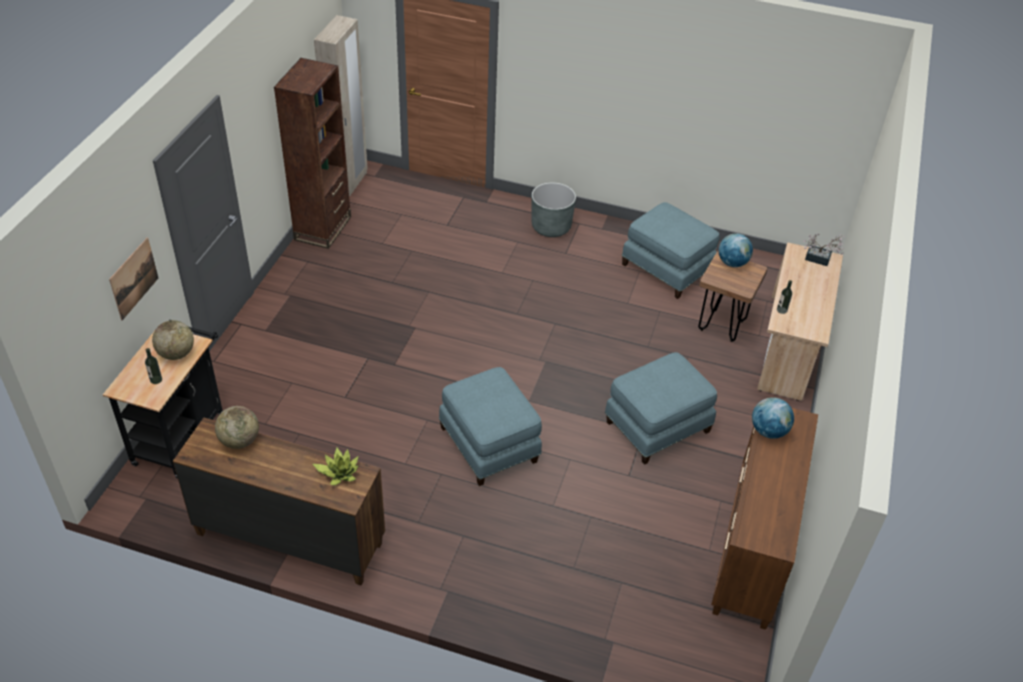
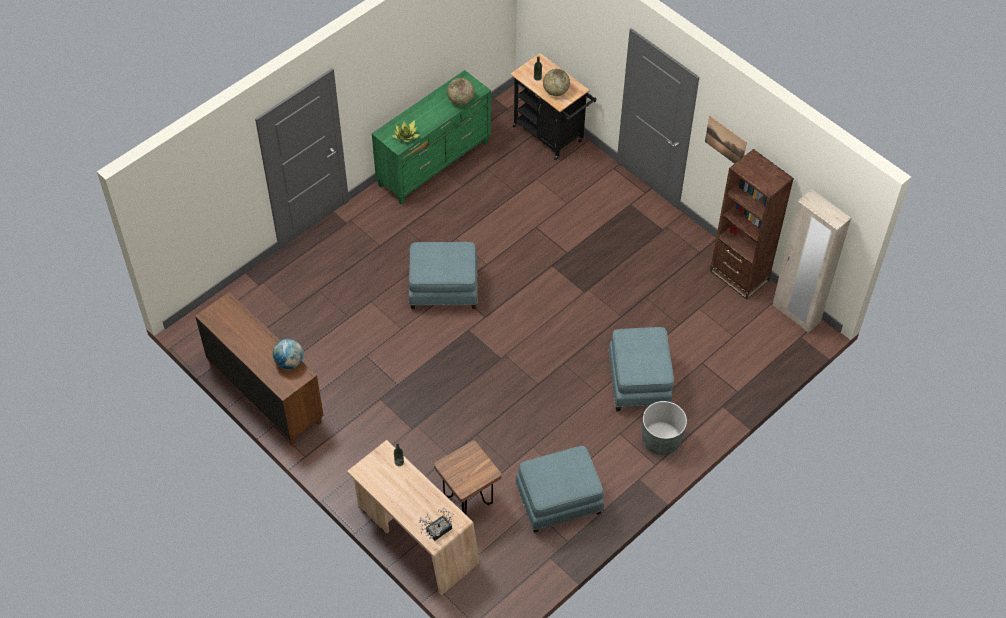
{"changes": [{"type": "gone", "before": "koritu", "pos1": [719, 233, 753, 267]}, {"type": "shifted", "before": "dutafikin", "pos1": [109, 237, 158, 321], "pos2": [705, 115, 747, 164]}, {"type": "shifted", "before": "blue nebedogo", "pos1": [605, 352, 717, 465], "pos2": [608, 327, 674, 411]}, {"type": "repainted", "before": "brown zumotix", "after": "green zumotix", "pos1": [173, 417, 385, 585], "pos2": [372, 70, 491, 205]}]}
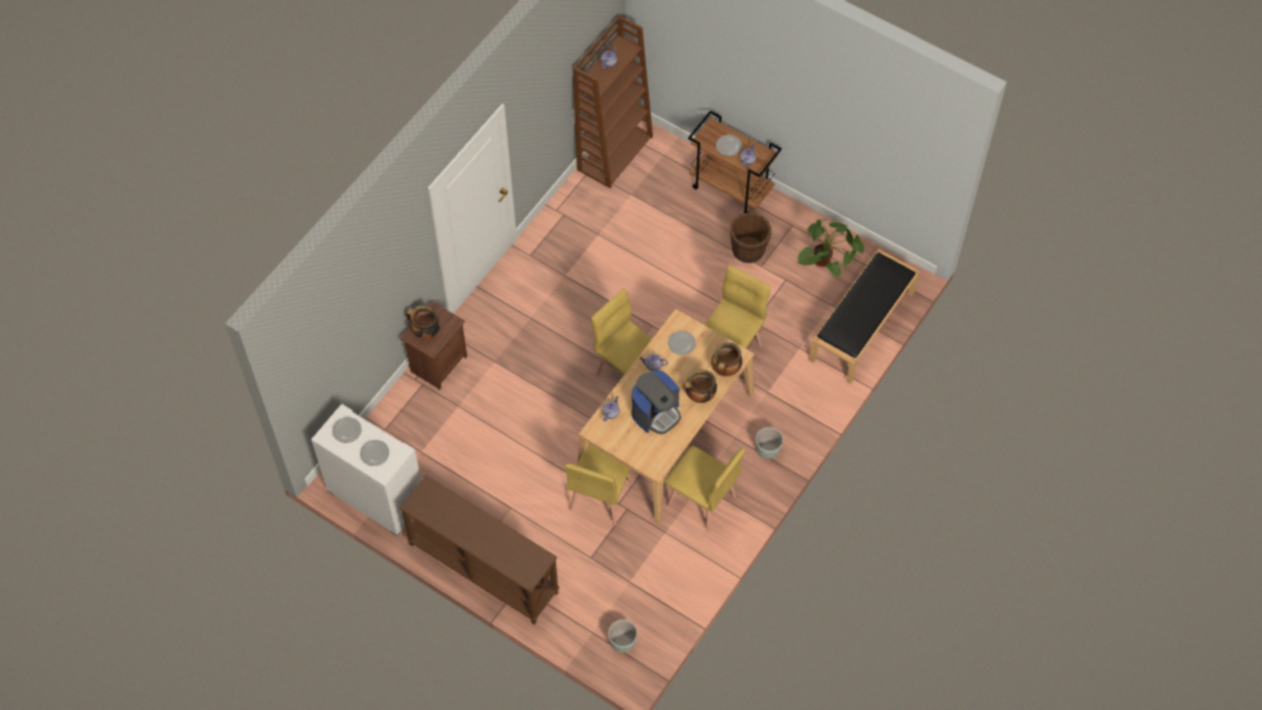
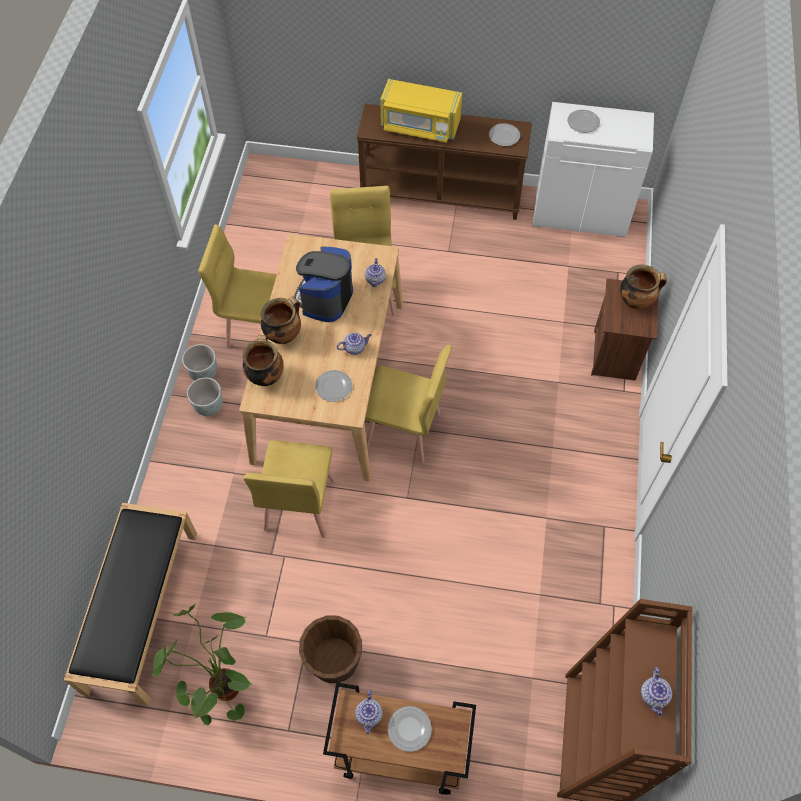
{"changes": [{"type": "new", "after": "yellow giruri", "pos2": [380, 79, 462, 143]}, {"type": "shifted", "before": "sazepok", "pos1": [332, 417, 361, 443], "pos2": [489, 123, 520, 146]}, {"type": "shifted", "before": "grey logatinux", "pos1": [608, 620, 638, 653], "pos2": [182, 344, 217, 380]}]}
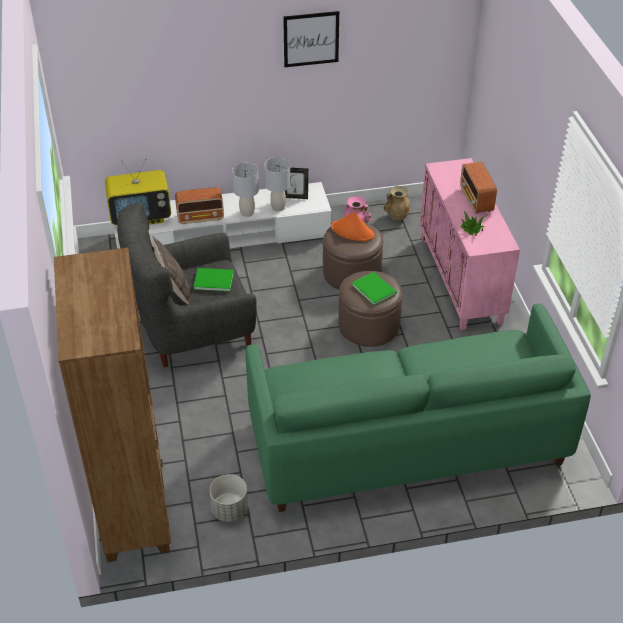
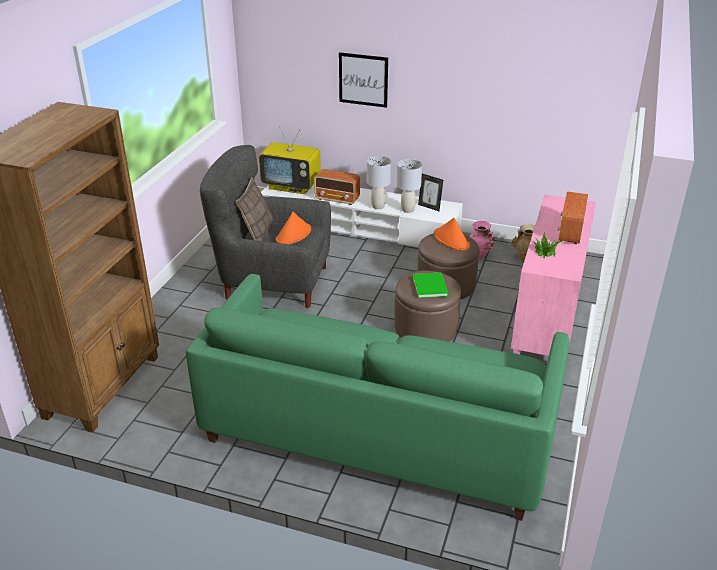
{"changes": [{"type": "gone", "before": "grey logatinux", "pos1": [210, 474, 248, 522]}, {"type": "shifted", "before": "dutafikin", "pos1": [283, 11, 339, 67], "pos2": [339, 52, 388, 108]}, {"type": "swapped", "before": "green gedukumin", "after": "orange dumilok", "pos1": [194, 268, 234, 291], "pos2": [276, 212, 311, 244]}]}
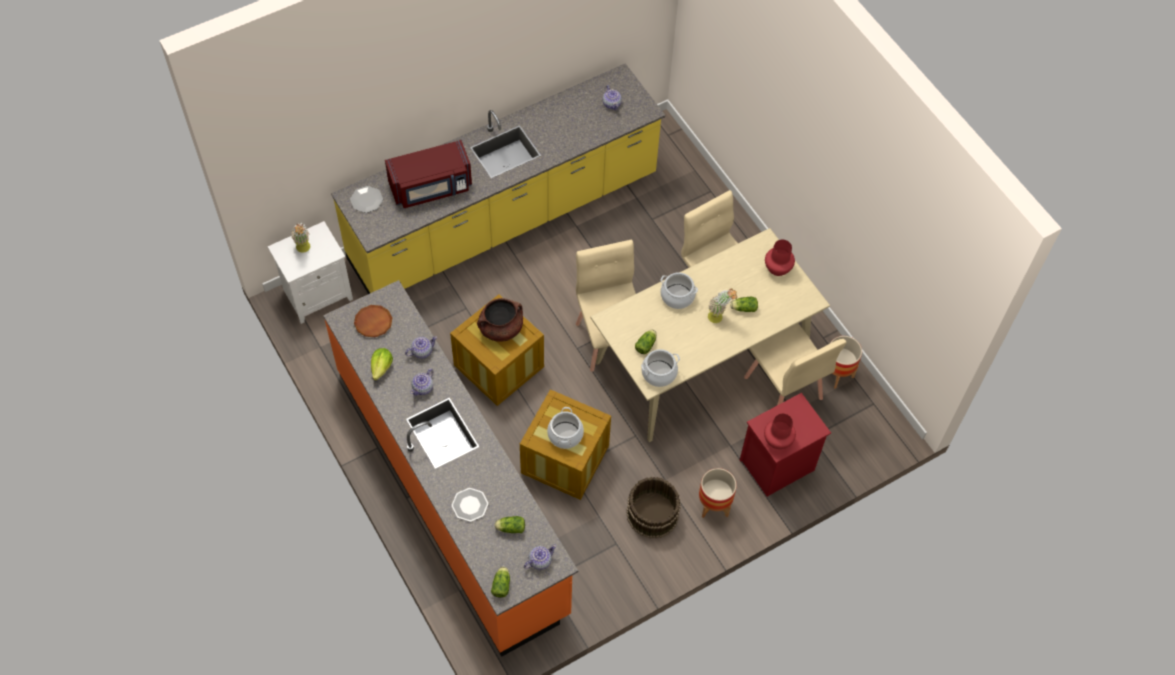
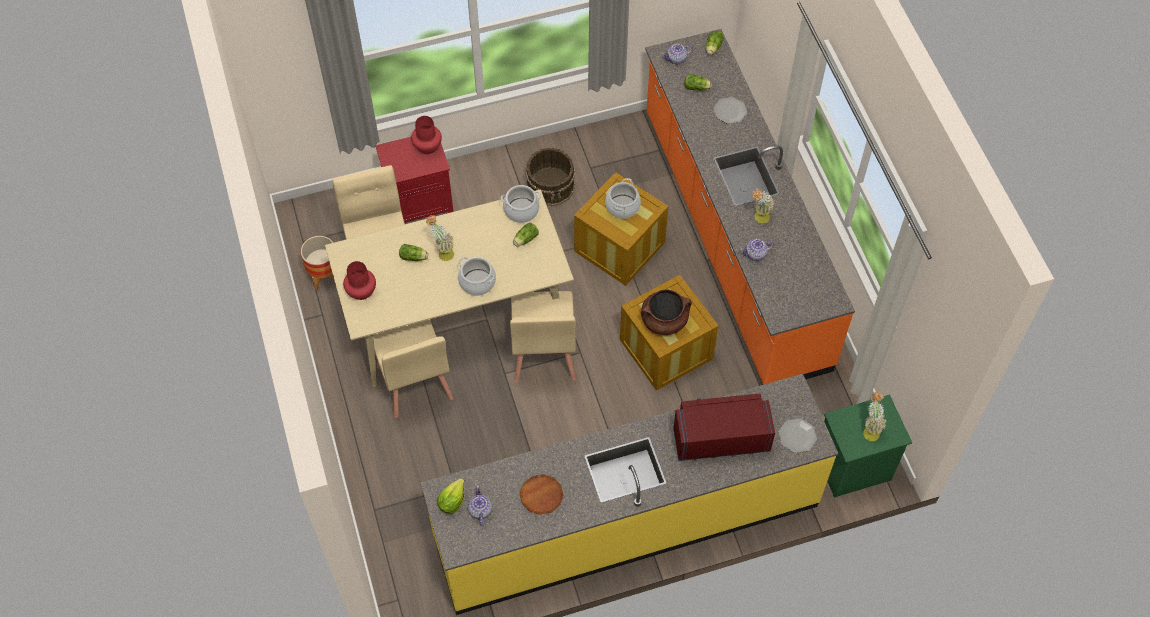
{"changes": [{"type": "gone", "before": "logatinux", "pos1": [699, 468, 737, 518]}, {"type": "shifted", "before": "brown sazepok", "pos1": [354, 305, 392, 337], "pos2": [520, 474, 563, 515]}, {"type": "shifted", "before": "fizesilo", "pos1": [371, 348, 393, 380], "pos2": [437, 478, 464, 514]}, {"type": "swapped", "before": "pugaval", "after": "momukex", "pos1": [411, 369, 434, 396], "pos2": [752, 188, 774, 223]}, {"type": "repainted", "before": "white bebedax", "after": "green bebedax", "pos1": [267, 221, 353, 324], "pos2": [824, 395, 912, 498]}]}
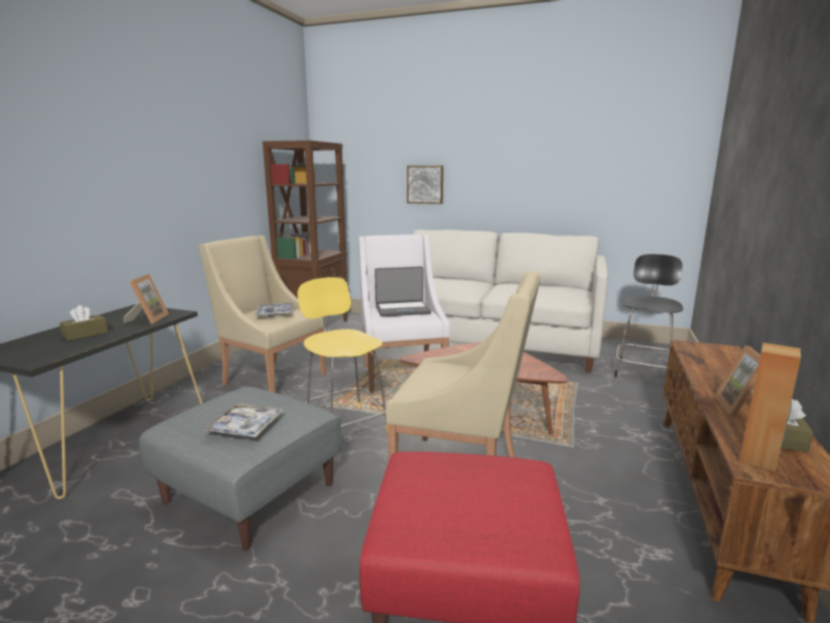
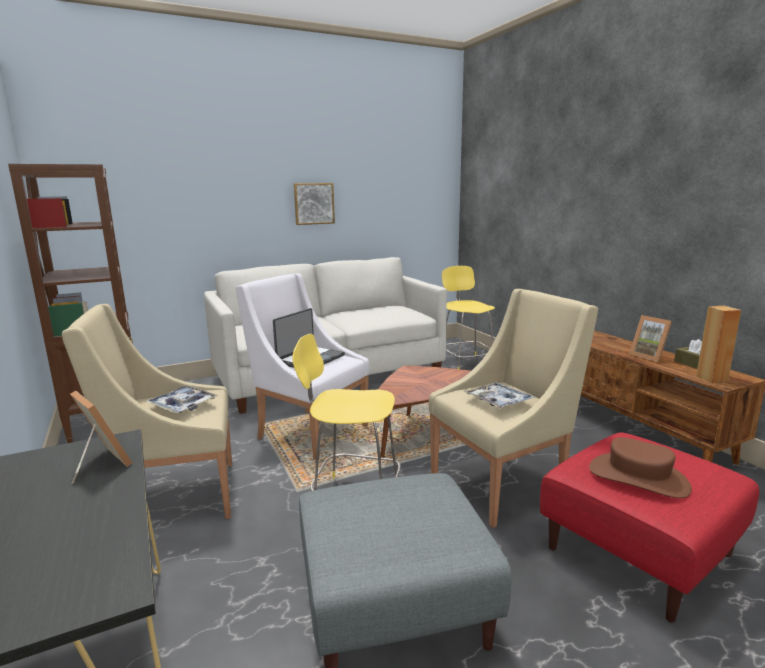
{"changes": [{"type": "gone", "before": "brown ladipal", "pos1": [60, 305, 108, 341]}, {"type": "new", "after": "brown dumilok", "pos2": [589, 437, 692, 498]}, {"type": "shifted", "before": "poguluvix", "pos1": [203, 403, 283, 438], "pos2": [464, 382, 535, 409]}, {"type": "shifted", "before": "dutafikin", "pos1": [407, 166, 443, 204], "pos2": [294, 183, 335, 225]}, {"type": "repainted", "before": "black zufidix", "after": "yellow zufidix", "pos1": [614, 254, 683, 377], "pos2": [442, 266, 495, 369]}]}
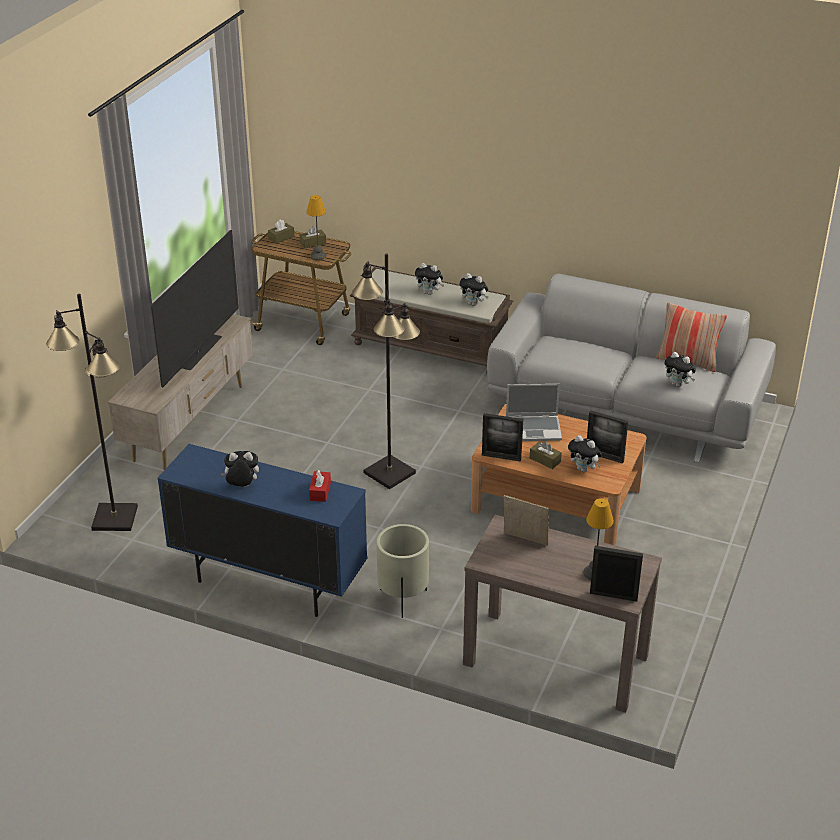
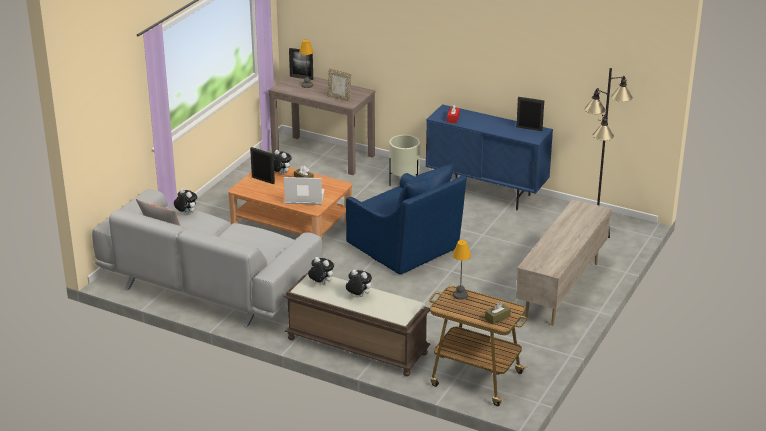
{"changes": [{"type": "gone", "before": "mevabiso", "pos1": [151, 230, 239, 387]}, {"type": "gone", "before": "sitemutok", "pos1": [221, 451, 259, 487]}, {"type": "gone", "before": "brown ladipal", "pos1": [300, 226, 326, 249]}, {"type": "shifted", "before": "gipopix", "pos1": [482, 413, 523, 462], "pos2": [516, 97, 544, 131]}, {"type": "swapped", "before": "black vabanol", "after": "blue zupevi", "pos1": [352, 254, 420, 489], "pos2": [346, 164, 467, 274]}]}
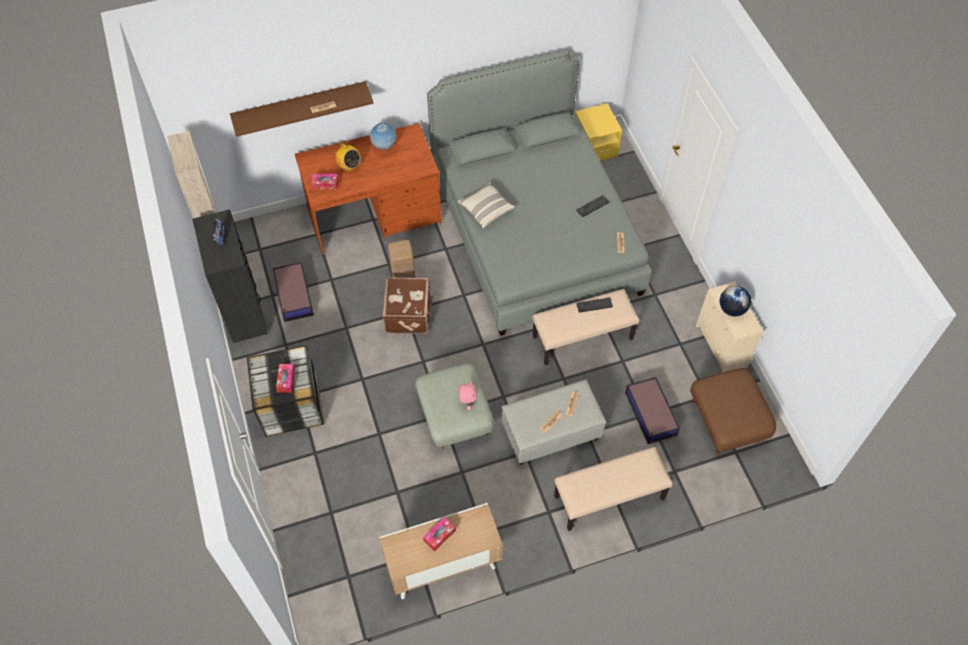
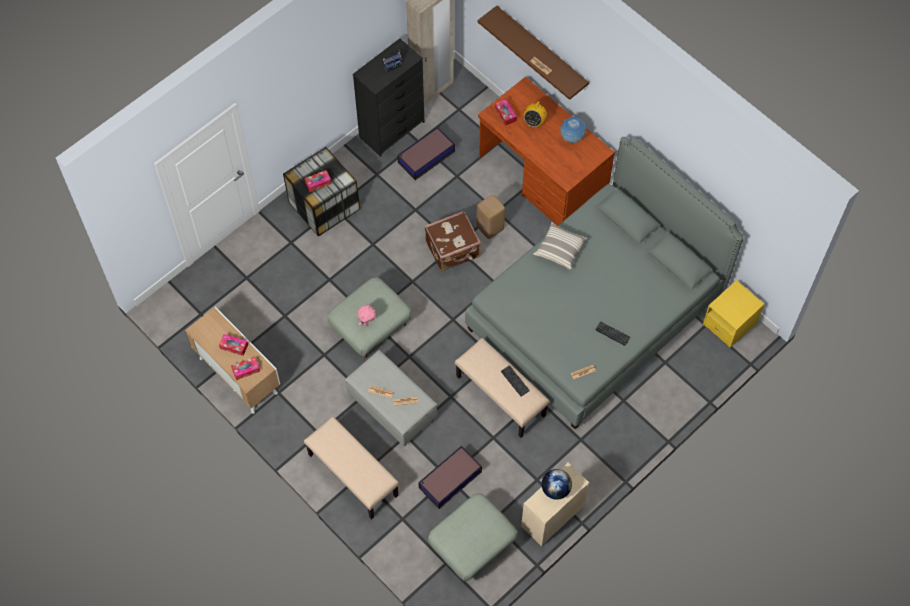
{"changes": [{"type": "new", "after": "ladipal", "pos2": [231, 357, 260, 380]}, {"type": "repainted", "before": "brown nebedogo", "after": "grey nebedogo", "pos1": [690, 368, 776, 456], "pos2": [428, 493, 518, 581]}]}
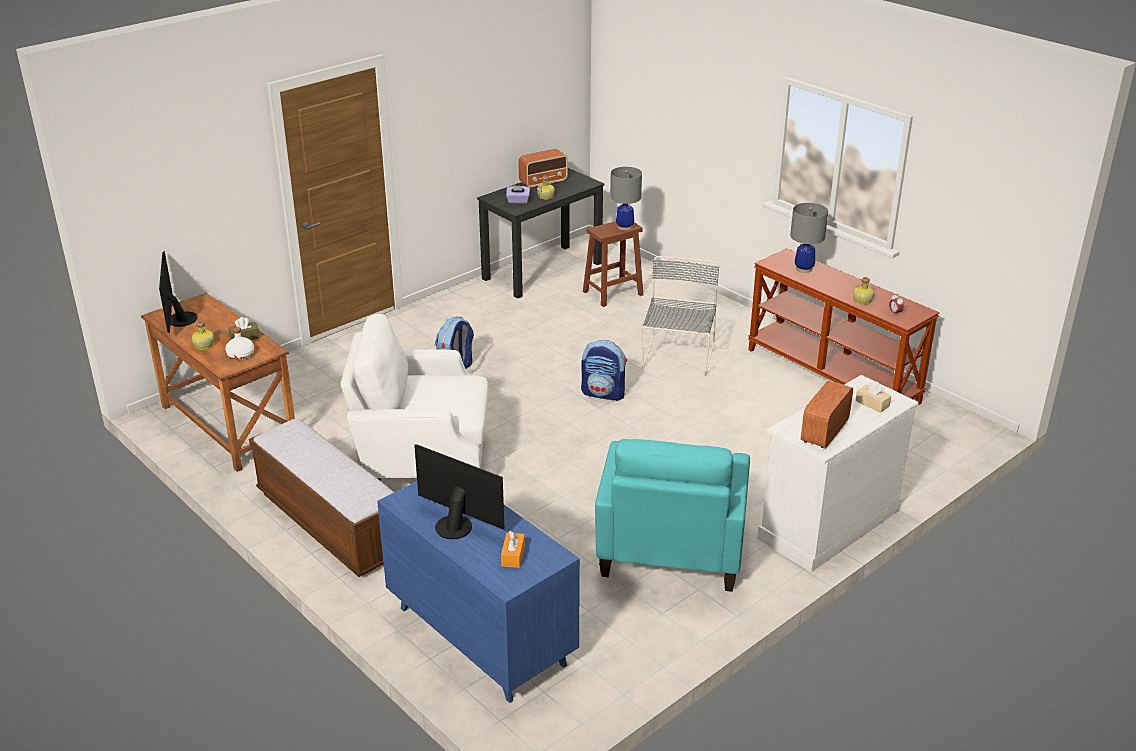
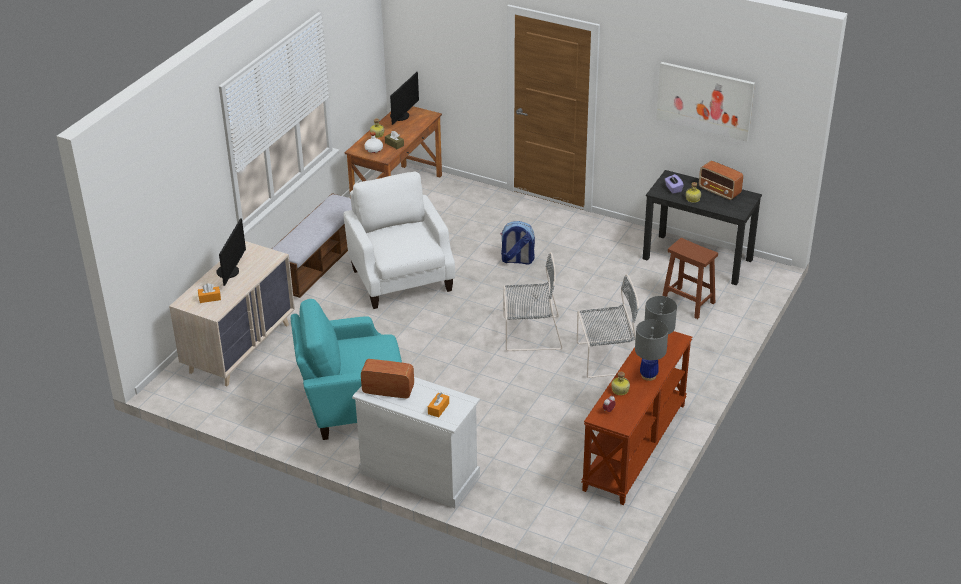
{"changes": [{"type": "new", "after": "dutafikin", "pos2": [656, 62, 755, 142]}, {"type": "shifted", "before": "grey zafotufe", "pos1": [610, 167, 642, 230], "pos2": [635, 320, 668, 381]}, {"type": "swapped", "before": "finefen", "after": "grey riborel", "pos1": [581, 340, 627, 401], "pos2": [503, 252, 563, 351]}, {"type": "repainted", "before": "blue zumotix", "after": "beige zumotix", "pos1": [377, 481, 580, 703], "pos2": [169, 241, 295, 386]}, {"type": "repainted", "before": "beige ladipal", "after": "orange ladipal", "pos1": [856, 382, 891, 413], "pos2": [428, 392, 449, 417]}, {"type": "rotated", "before": "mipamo", "pos1": [159, 251, 197, 333], "pos2": [390, 72, 419, 125], "turn": 150}]}
